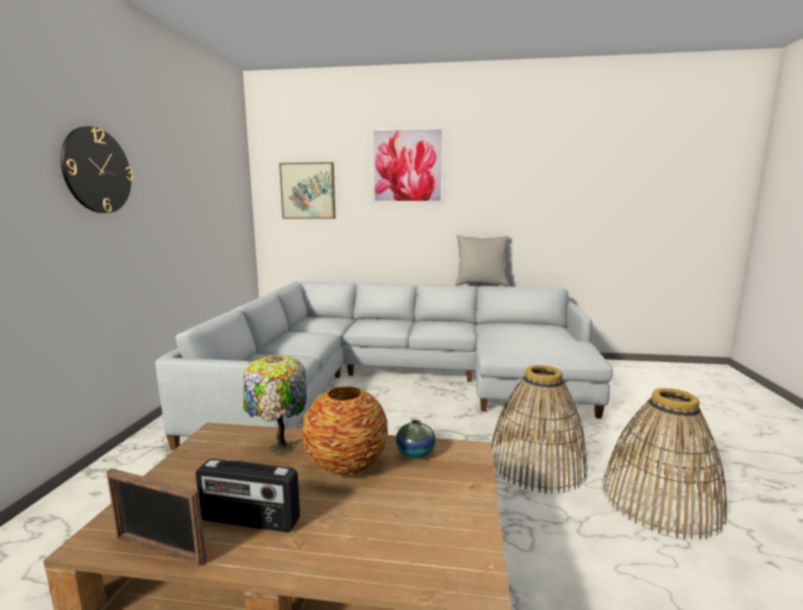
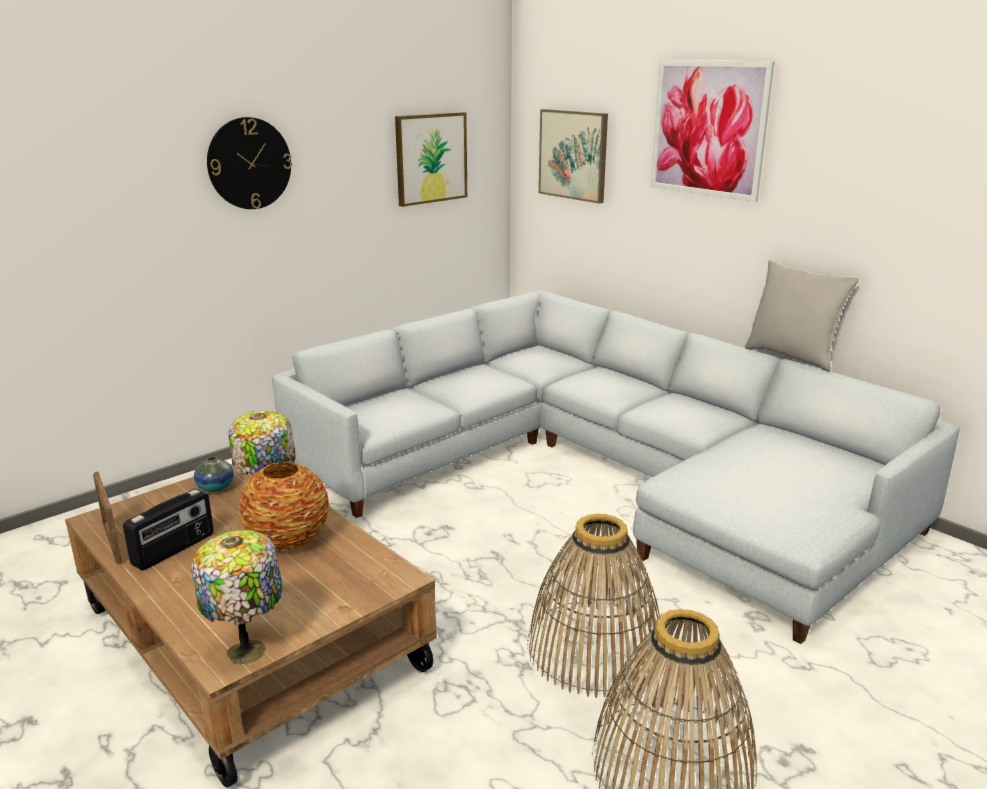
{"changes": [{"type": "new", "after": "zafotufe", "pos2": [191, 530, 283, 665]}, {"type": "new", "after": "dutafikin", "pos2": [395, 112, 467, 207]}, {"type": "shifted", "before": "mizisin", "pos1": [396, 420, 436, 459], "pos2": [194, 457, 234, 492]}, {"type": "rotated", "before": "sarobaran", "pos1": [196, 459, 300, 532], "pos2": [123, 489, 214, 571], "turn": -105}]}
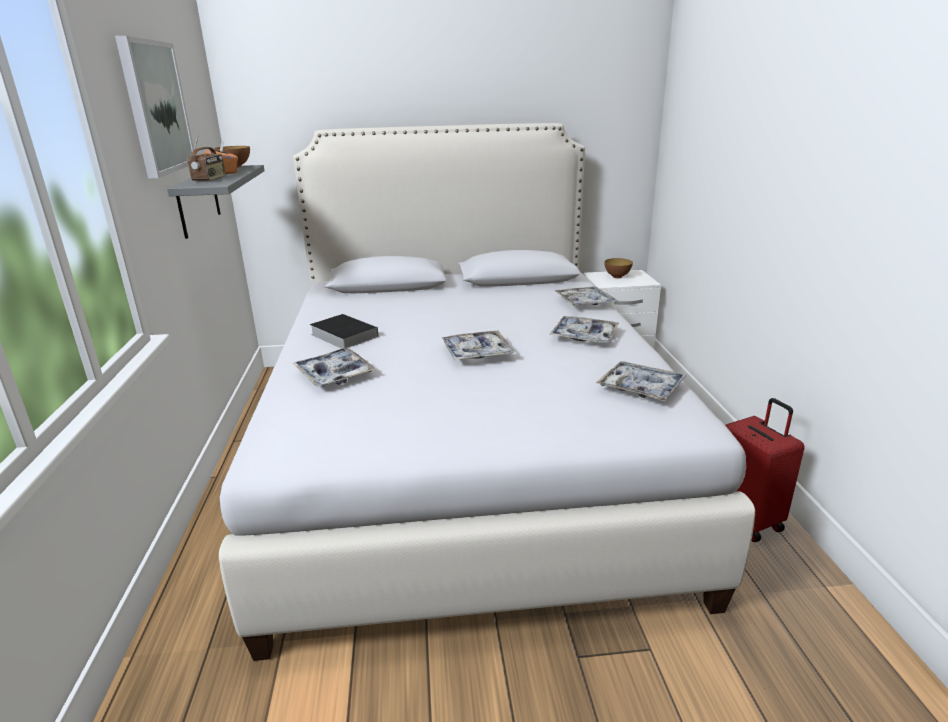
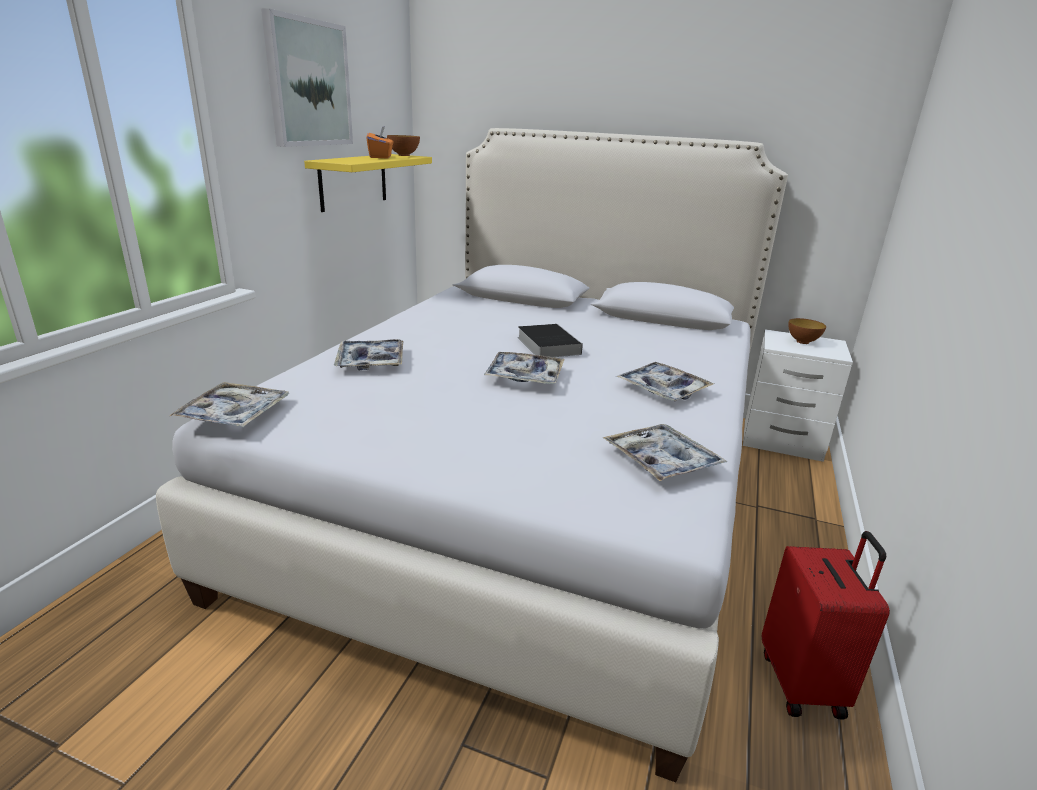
{"changes": [{"type": "gone", "before": "sarobaran", "pos1": [187, 134, 225, 182]}, {"type": "shifted", "before": "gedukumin", "pos1": [310, 314, 379, 349], "pos2": [517, 324, 583, 357]}, {"type": "shifted", "before": "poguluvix", "pos1": [554, 287, 618, 306], "pos2": [169, 382, 289, 427]}, {"type": "repainted", "before": "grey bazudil", "after": "yellow bazudil", "pos1": [167, 165, 265, 239], "pos2": [304, 154, 432, 212]}]}
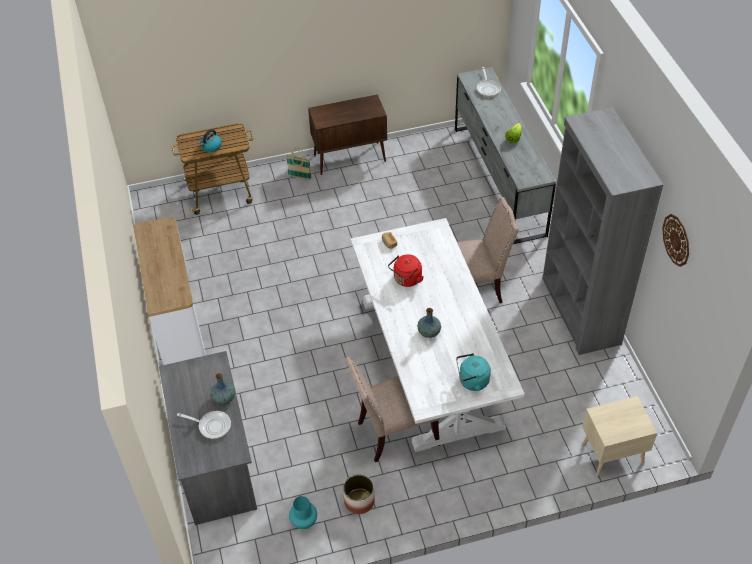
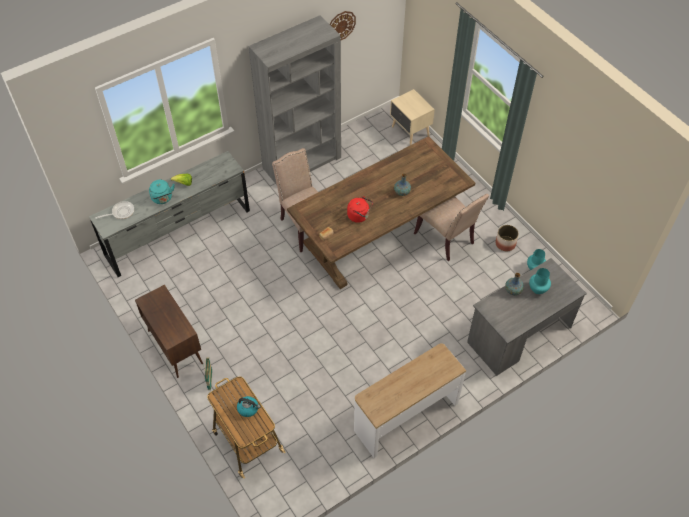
{"changes": [{"type": "shifted", "before": "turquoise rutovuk", "pos1": [456, 353, 491, 391], "pos2": [149, 180, 175, 204]}, {"type": "swapped", "before": "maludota", "after": "turquoise mizisin", "pos1": [177, 411, 231, 439], "pos2": [529, 268, 551, 294]}, {"type": "repainted", "before": "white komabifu", "after": "brown komabifu", "pos1": [350, 218, 525, 452], "pos2": [287, 136, 475, 289]}]}
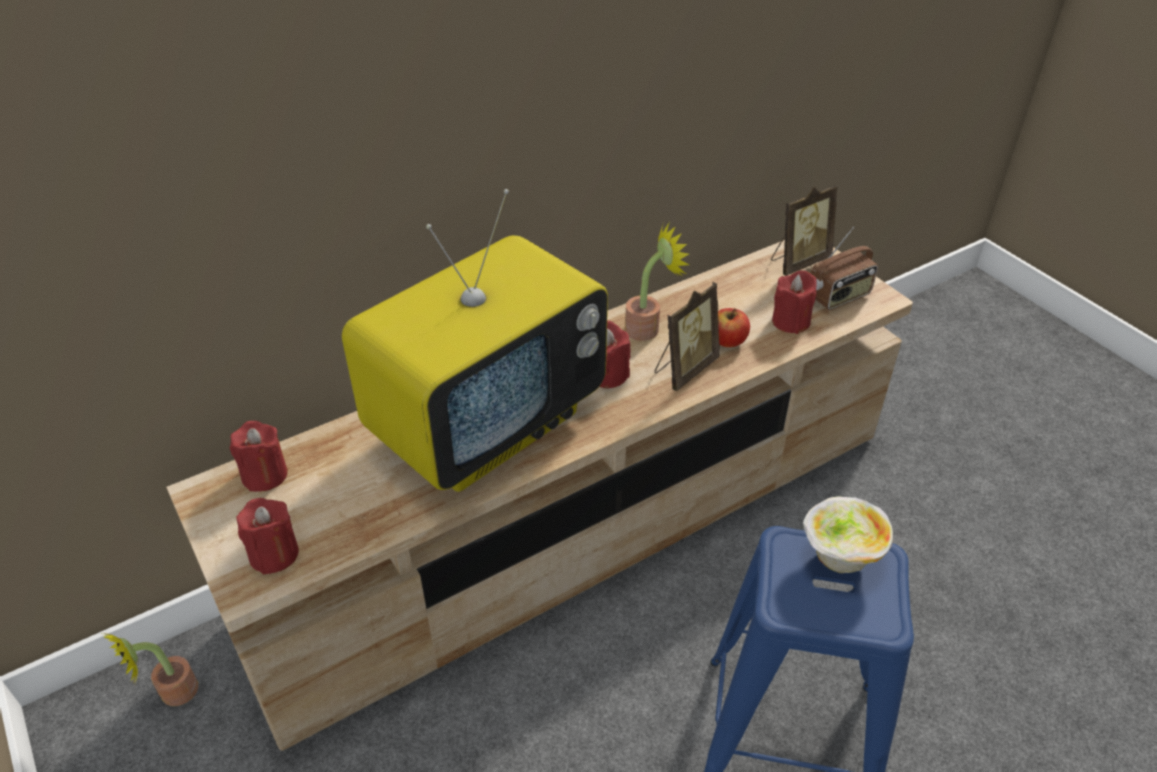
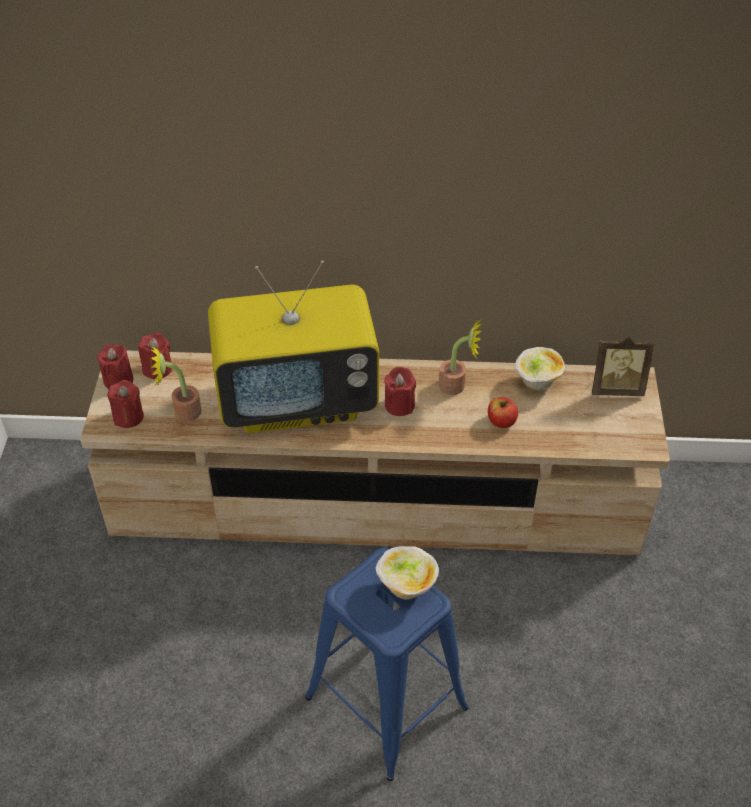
{"changes": [{"type": "gone", "before": "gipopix", "pos1": [654, 282, 720, 391]}, {"type": "gone", "before": "sarobaran", "pos1": [811, 227, 878, 310]}, {"type": "new", "after": "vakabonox", "pos2": [515, 347, 565, 391]}, {"type": "shifted", "before": "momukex", "pos1": [102, 633, 198, 706], "pos2": [151, 346, 202, 421]}, {"type": "shifted", "before": "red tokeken", "pos1": [772, 270, 817, 334], "pos2": [98, 344, 134, 390]}]}
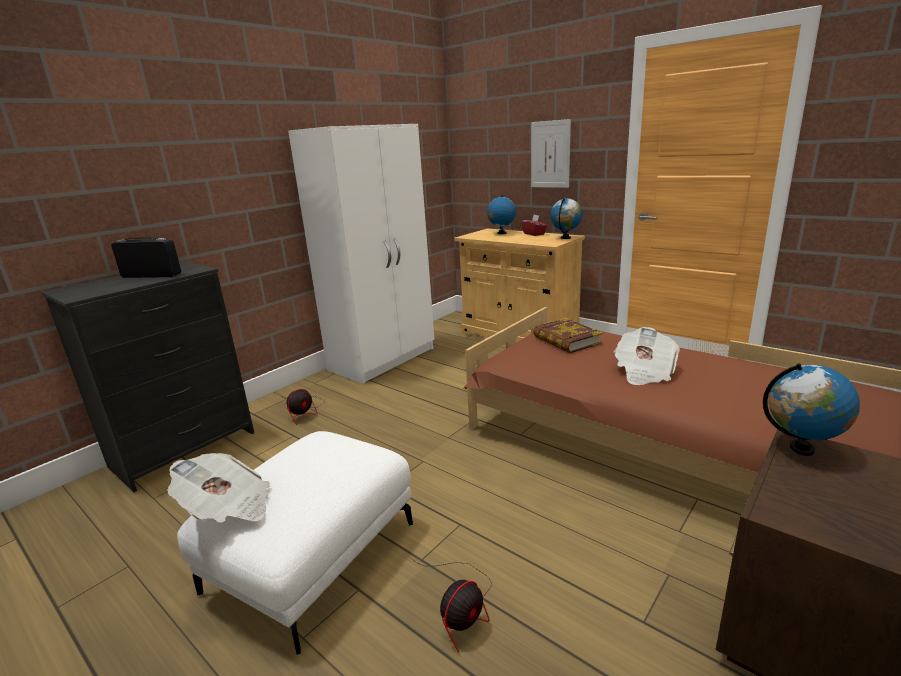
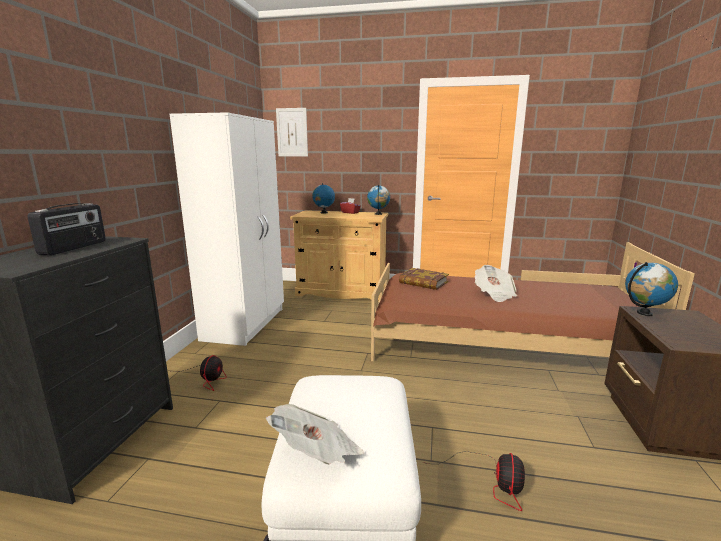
{"changes": [{"type": "shifted", "before": "dutafikin", "pos1": [531, 119, 571, 188], "pos2": [276, 108, 308, 156]}, {"type": "rotated", "before": "sarobaran", "pos1": [111, 237, 181, 278], "pos2": [28, 203, 106, 255], "turn": 120}]}
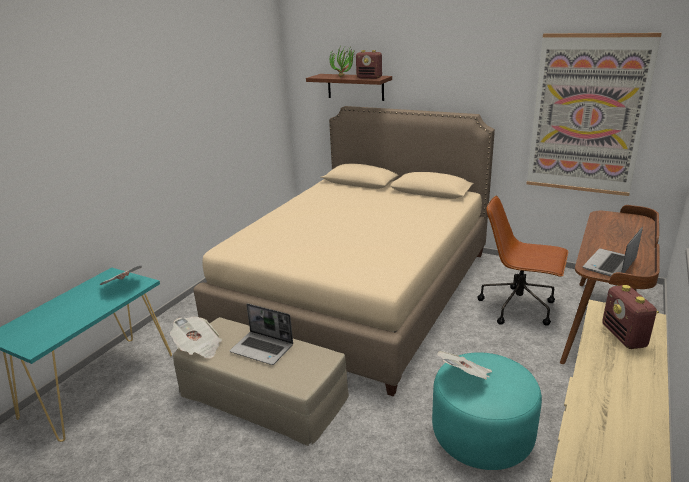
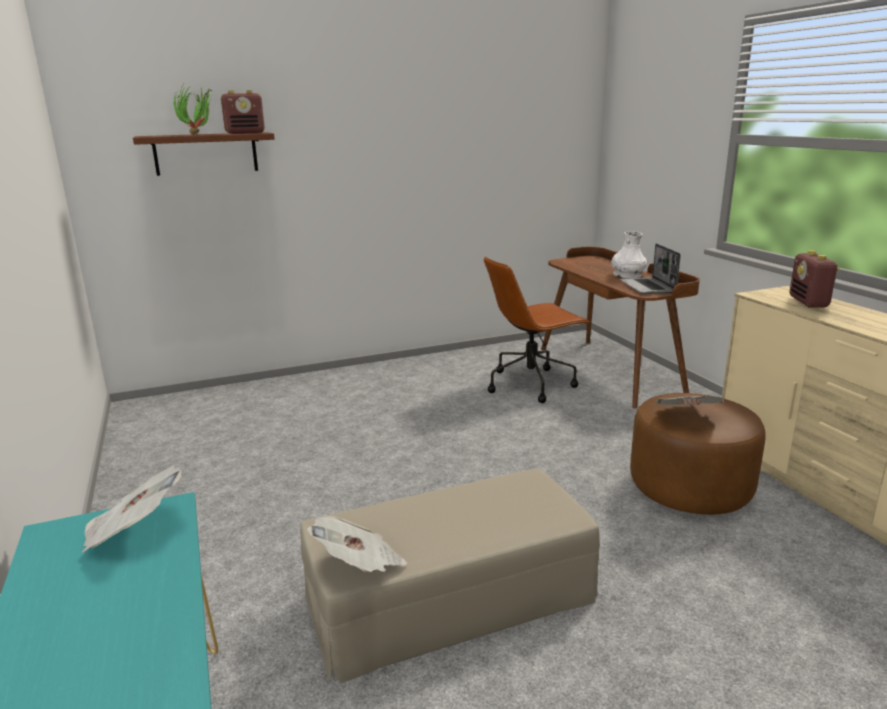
{"changes": [{"type": "gone", "before": "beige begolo", "pos1": [193, 106, 495, 396]}, {"type": "gone", "before": "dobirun", "pos1": [229, 303, 293, 365]}, {"type": "gone", "before": "dutafikin", "pos1": [527, 33, 662, 196]}, {"type": "new", "after": "white mizisin", "pos2": [611, 231, 647, 279]}, {"type": "repainted", "before": "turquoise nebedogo", "after": "brown nebedogo", "pos1": [432, 352, 542, 470], "pos2": [630, 393, 766, 515]}, {"type": "rotated", "before": "sarobaran", "pos1": [602, 285, 659, 349], "pos2": [789, 250, 840, 307], "turn": 60}]}
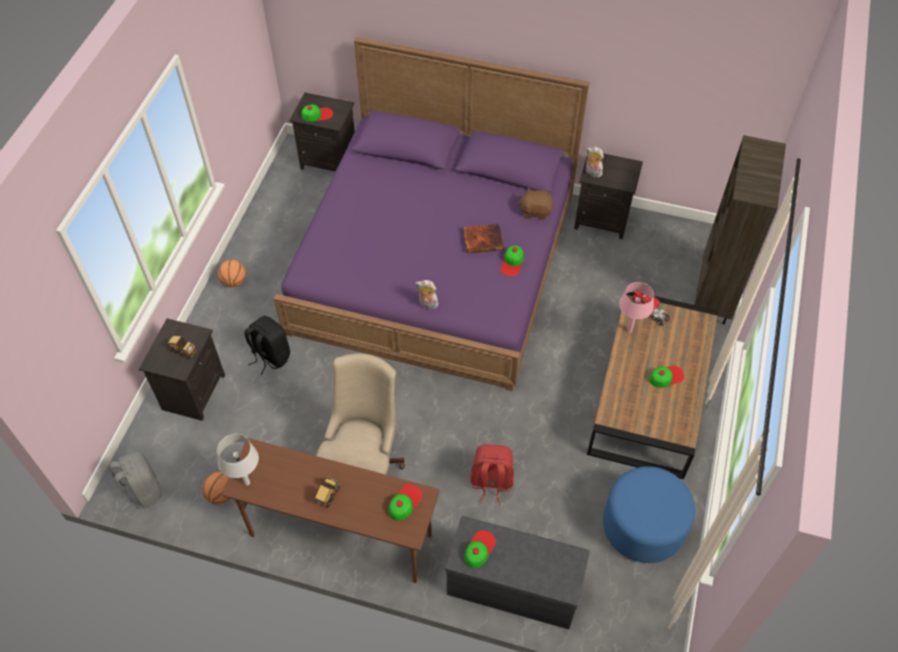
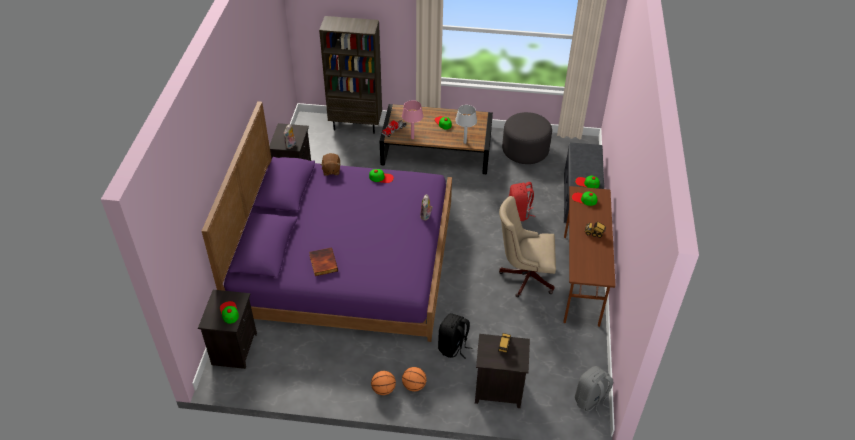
{"changes": [{"type": "shifted", "before": "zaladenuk", "pos1": [202, 472, 230, 504], "pos2": [402, 367, 427, 392]}, {"type": "shifted", "before": "grey zafotufe", "pos1": [217, 434, 259, 486], "pos2": [455, 105, 477, 144]}, {"type": "shifted", "before": "gedukumin", "pos1": [463, 224, 504, 253], "pos2": [309, 248, 338, 276]}, {"type": "repainted", "before": "blue nebedogo", "after": "grey nebedogo", "pos1": [603, 466, 695, 563], "pos2": [502, 112, 552, 164]}]}
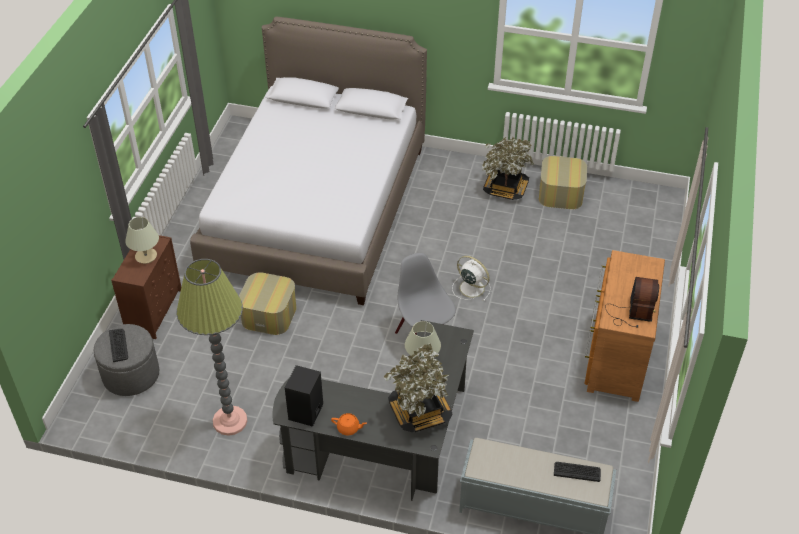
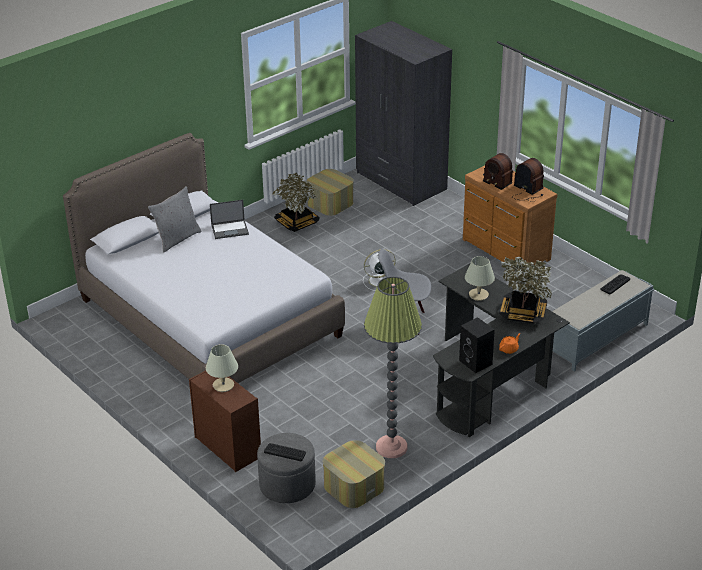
{"changes": [{"type": "new", "after": "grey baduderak", "pos2": [148, 186, 202, 252]}, {"type": "new", "after": "dobirun", "pos2": [210, 200, 249, 239]}, {"type": "new", "after": "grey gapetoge", "pos2": [355, 21, 452, 206]}, {"type": "new", "after": "sarobaran", "pos2": [483, 153, 513, 190]}, {"type": "shifted", "before": "nebedogo", "pos1": [239, 272, 297, 335], "pos2": [323, 440, 385, 508]}]}
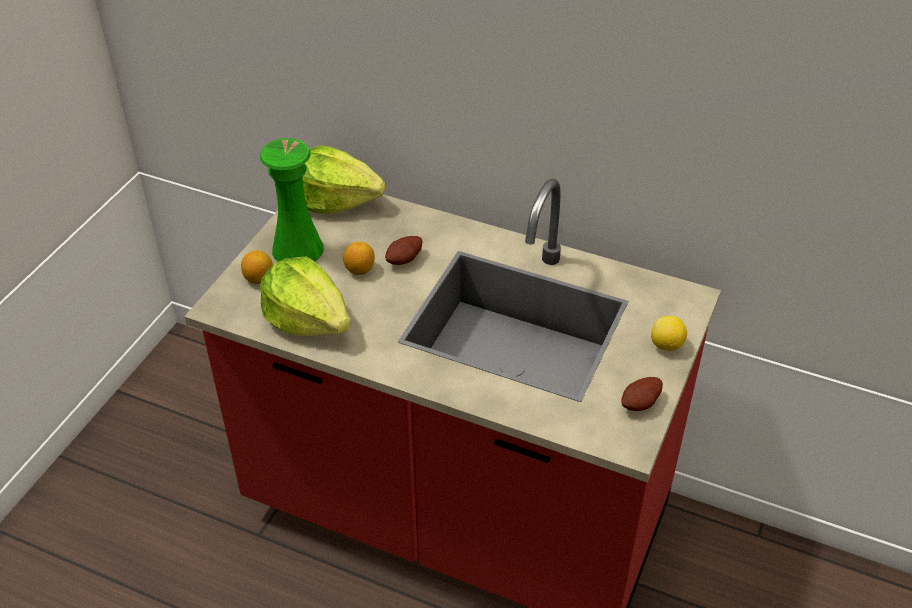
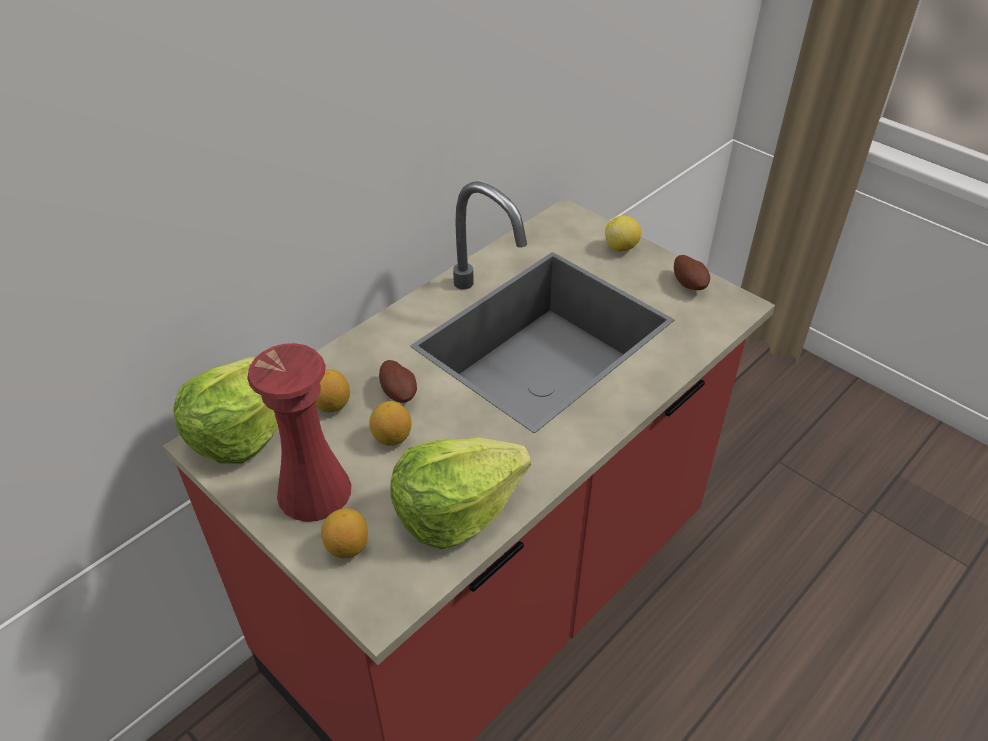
{"changes": [{"type": "new", "after": "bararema", "pos2": [316, 369, 350, 412]}, {"type": "repainted", "before": "green mizisin", "after": "red mizisin", "pos1": [260, 138, 324, 262], "pos2": [247, 343, 351, 522]}]}
